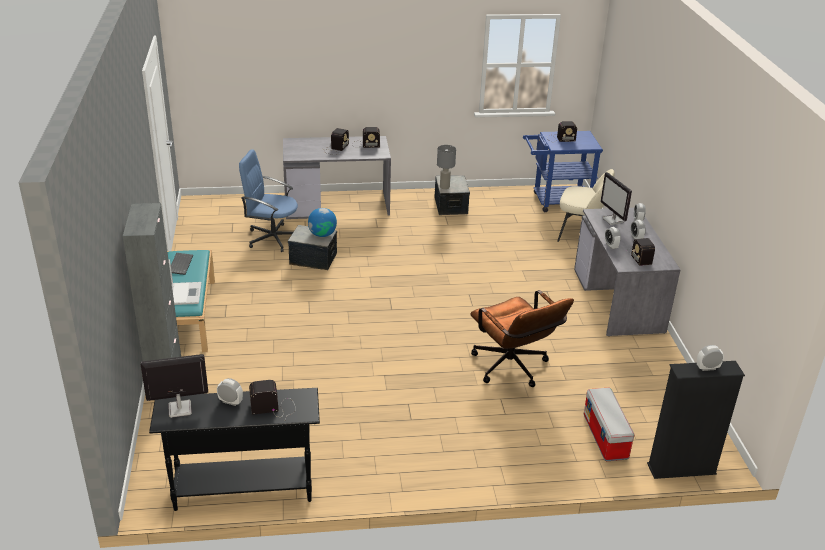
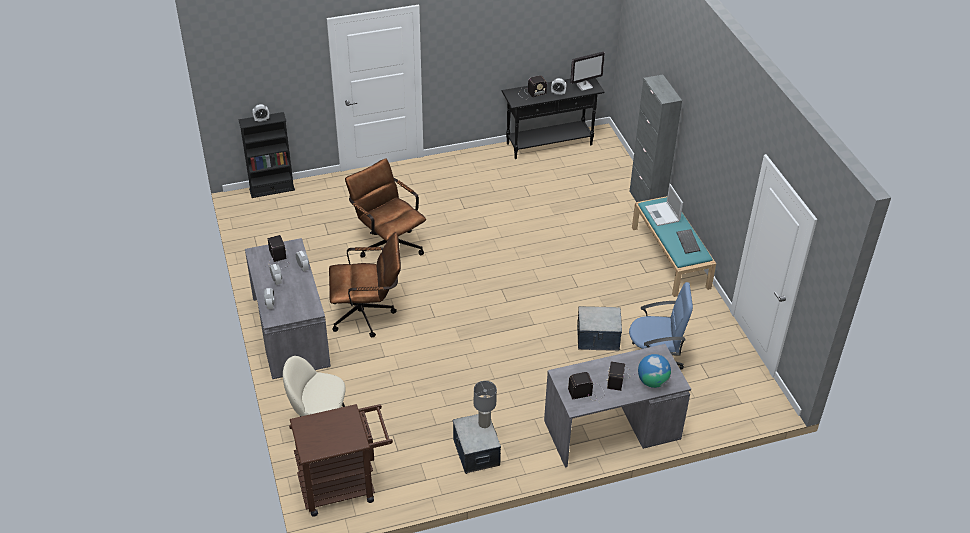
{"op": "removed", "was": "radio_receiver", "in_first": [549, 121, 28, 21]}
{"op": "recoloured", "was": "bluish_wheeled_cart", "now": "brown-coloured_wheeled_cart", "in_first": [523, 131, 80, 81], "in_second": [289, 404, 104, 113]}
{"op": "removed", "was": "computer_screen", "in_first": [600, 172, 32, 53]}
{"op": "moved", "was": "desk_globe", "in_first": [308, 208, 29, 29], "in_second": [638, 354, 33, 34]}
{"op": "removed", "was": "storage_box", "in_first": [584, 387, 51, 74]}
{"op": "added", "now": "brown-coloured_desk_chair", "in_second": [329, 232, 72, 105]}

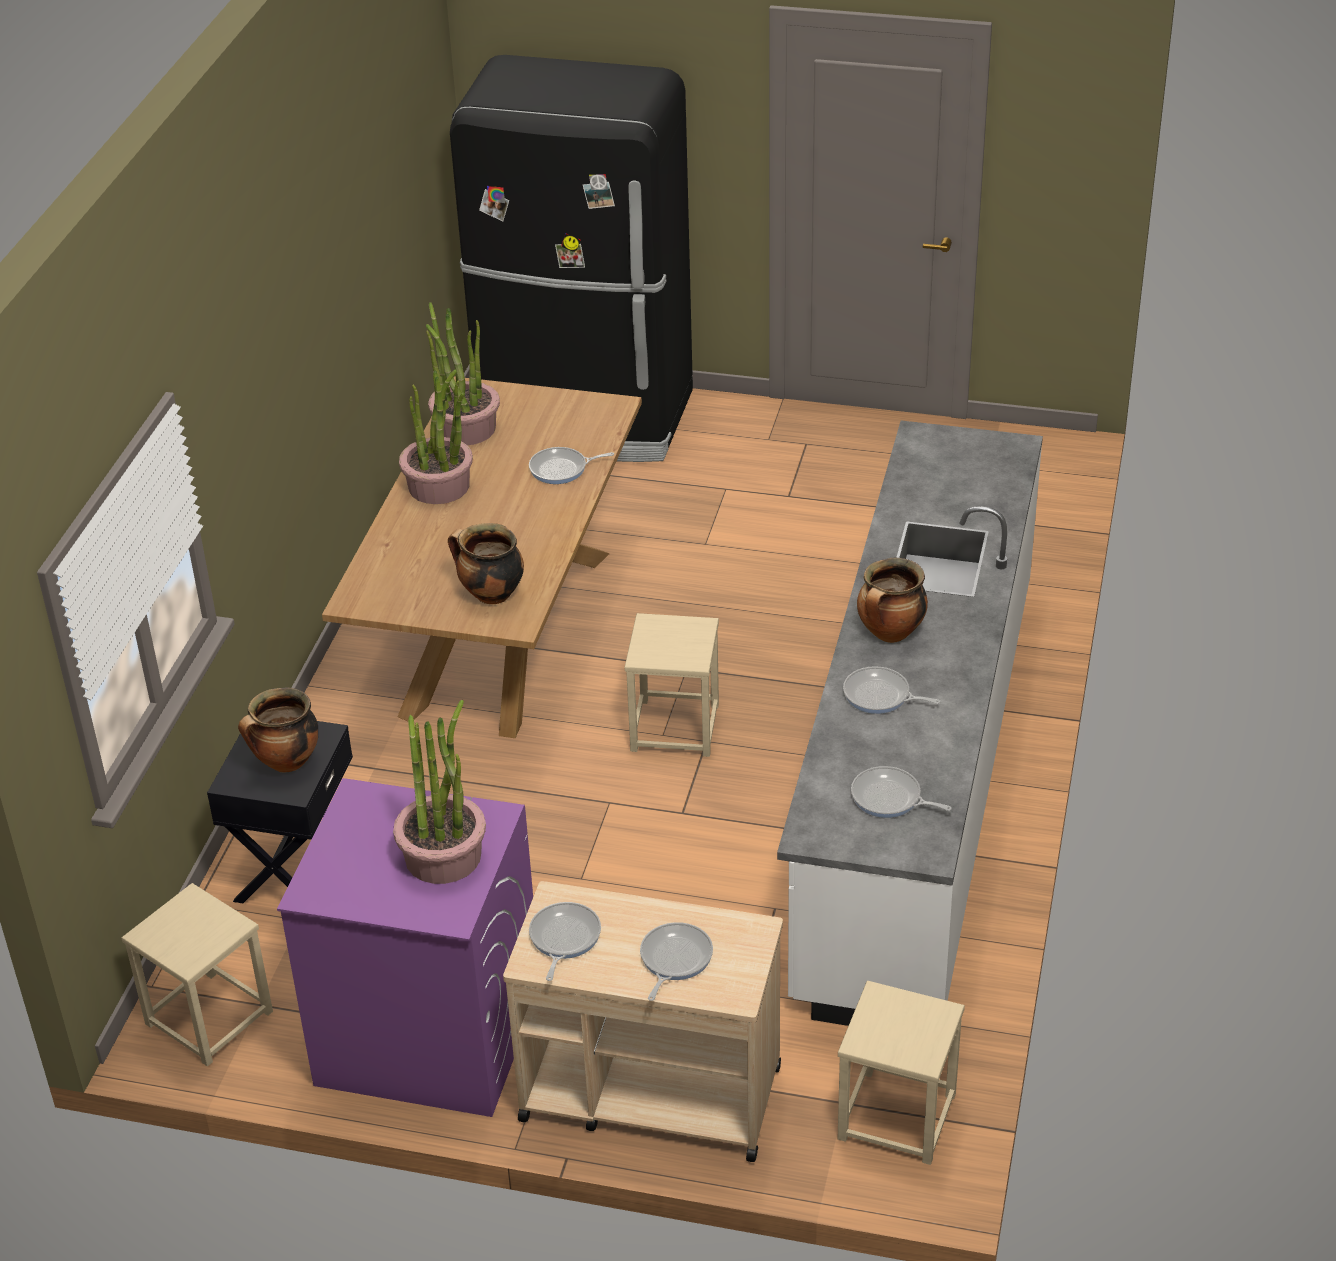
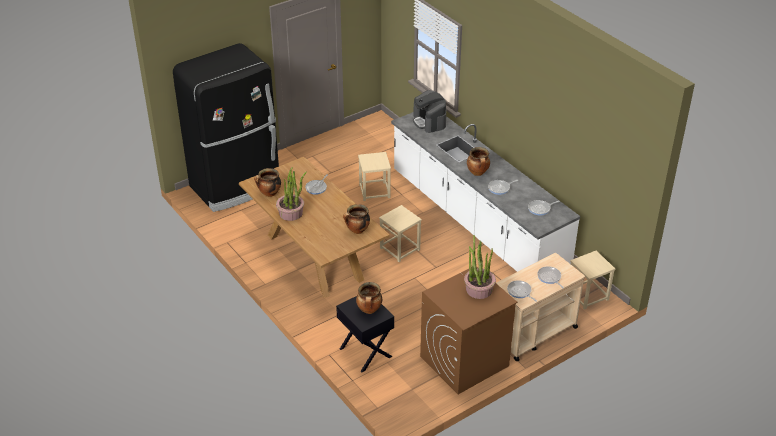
{"op": "replaced", "was": "houseplant", "now": "saucepot", "in_first": [426, 302, 74, 143], "in_second": [254, 168, 27, 29]}
{"op": "recoloured", "was": "purplish_washing_machine", "now": "brown-coloured_washing_machine", "in_first": [277, 778, 256, 339], "in_second": [420, 266, 97, 128]}
{"op": "moved", "was": "beige_sitting_stool", "in_first": [122, 883, 151, 183], "in_second": [358, 152, 33, 49]}
{"op": "added", "now": "coffee_brewer", "in_second": [413, 90, 33, 43]}

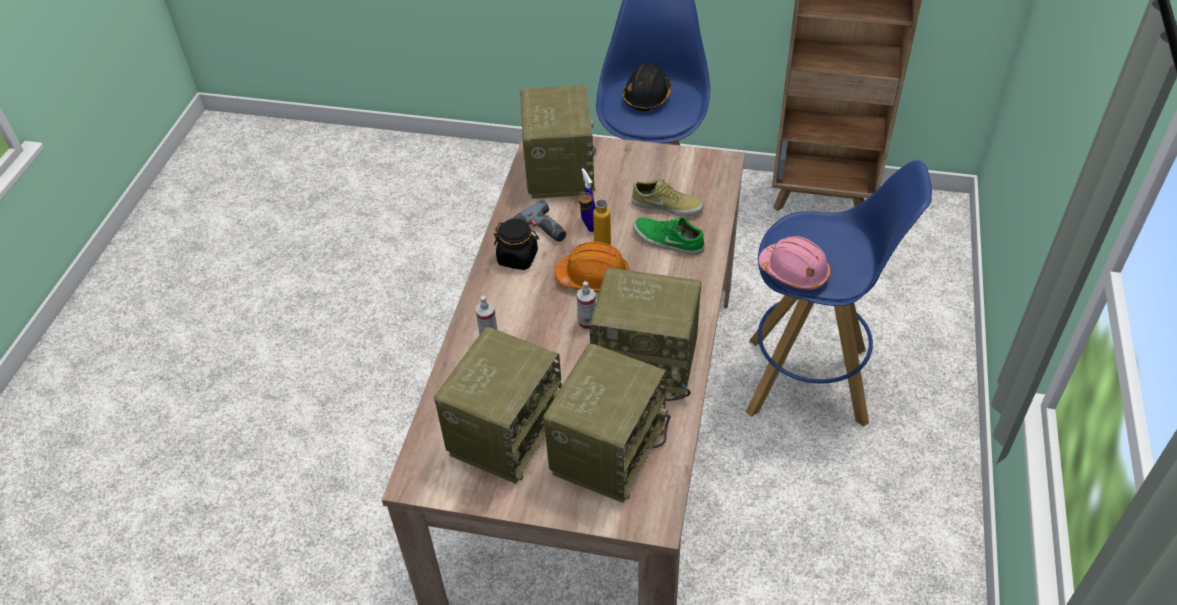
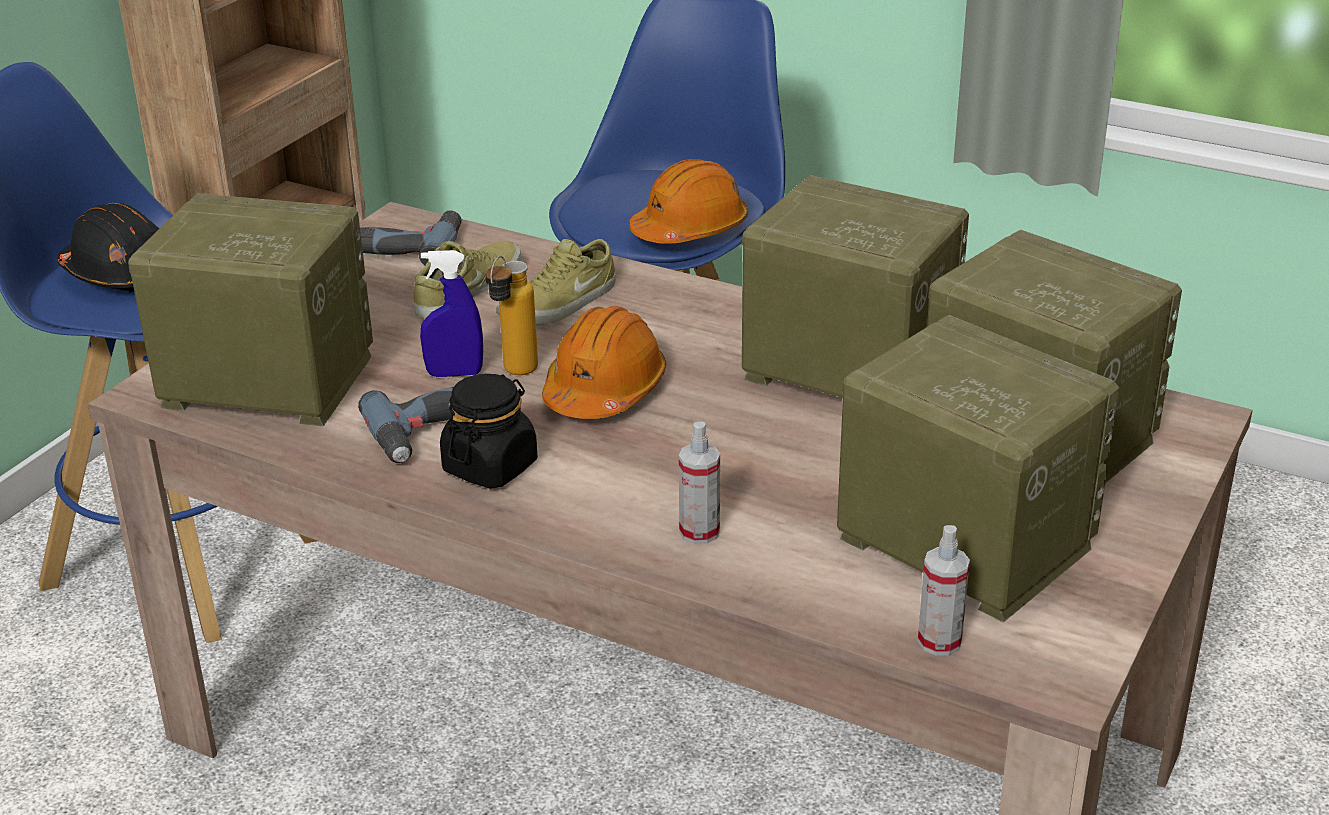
{"op": "recoloured", "was": "green-coloured_shoe", "now": "beige_shoe", "in_first": [633, 217, 72, 38], "in_second": [497, 239, 119, 86]}
{"op": "recoloured", "was": "pink_work_helmet", "now": "orangey_work_helmet", "in_first": [758, 236, 73, 54], "in_second": [629, 159, 119, 85]}
{"op": "turned", "was": "radio_receiver", "in_first": [589, 267, 112, 134], "in_second": [742, 175, 227, 223], "clockwise": -90}
{"op": "moved", "was": "hand_sprayer", "in_first": [577, 281, 19, 49], "in_second": [918, 525, 52, 131]}
{"op": "added", "now": "electric_drill", "in_second": [357, 210, 105, 55]}

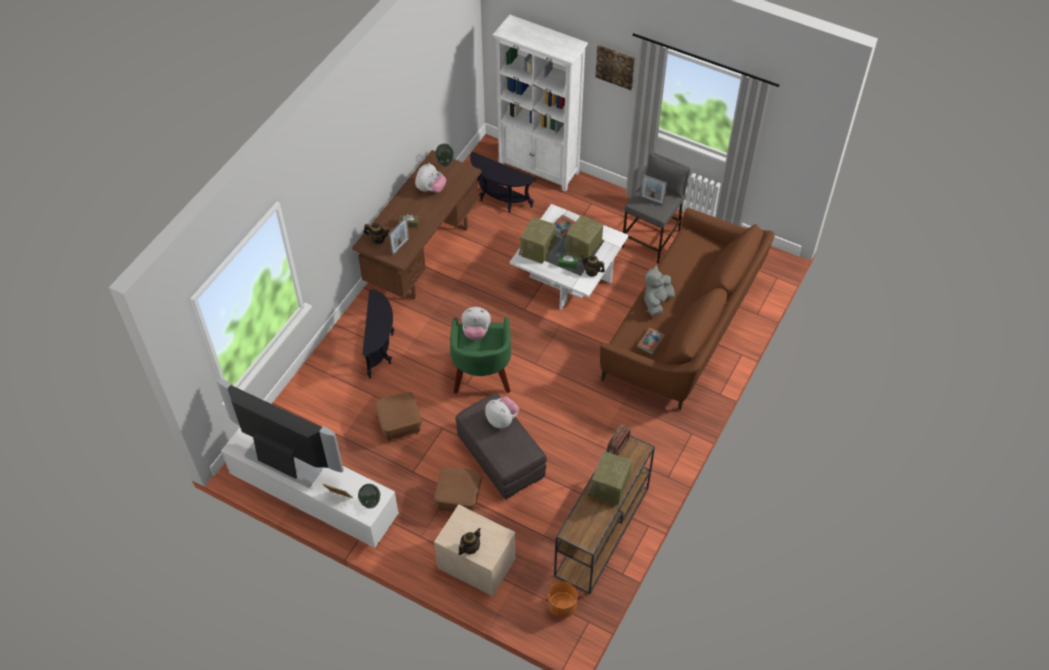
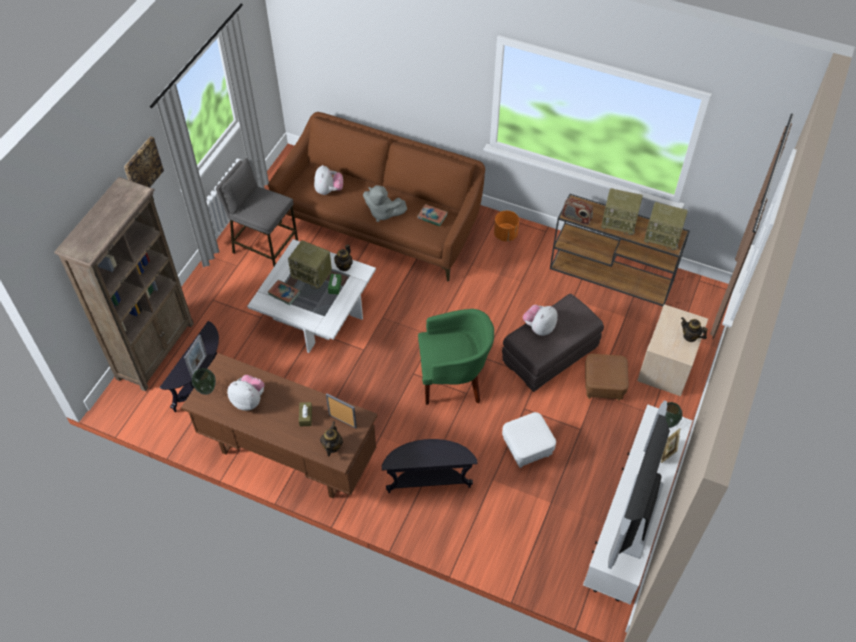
{"op": "recoloured", "was": "whitish_bookcase", "now": "brown-coloured_bookcase", "in_first": [492, 15, 96, 177], "in_second": [54, 177, 140, 214]}
{"op": "moved", "was": "picture_frame", "in_first": [640, 174, 27, 31], "in_second": [184, 335, 23, 43]}
{"op": "moved", "was": "radio_receiver", "in_first": [519, 217, 37, 47], "in_second": [644, 202, 44, 48]}
{"op": "moved", "was": "soft_toy", "in_first": [461, 307, 30, 33], "in_second": [314, 165, 29, 30]}
{"op": "recoloured", "was": "brown-coloured_footrest", "now": "whitish_footrest", "in_first": [375, 392, 47, 50], "in_second": [502, 412, 54, 56]}
{"op": "moved", "was": "orangey_planter", "in_first": [548, 582, 29, 36], "in_second": [494, 211, 25, 30]}

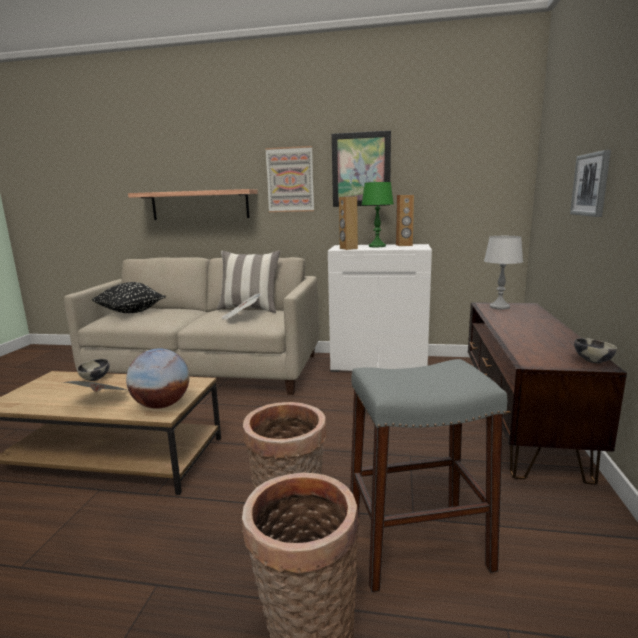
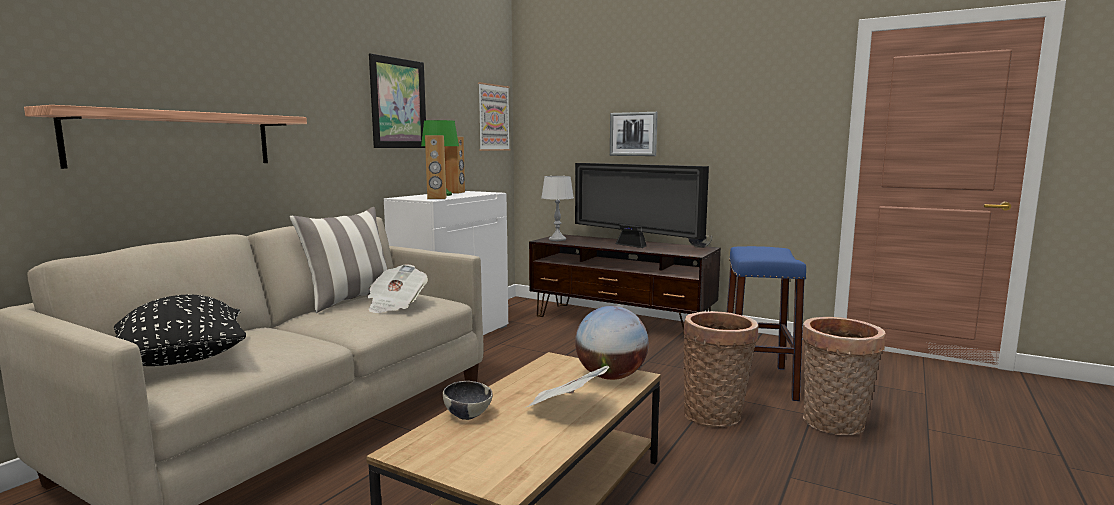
{"op": "moved", "was": "wall_art", "in_first": [265, 146, 49, 66], "in_second": [478, 82, 32, 69]}
{"op": "recoloured", "was": "gray_sitting_stool", "now": "bluish_sitting_stool", "in_first": [350, 359, 157, 233], "in_second": [726, 246, 81, 155]}
{"op": "added", "now": "television", "in_second": [575, 163, 134, 85]}

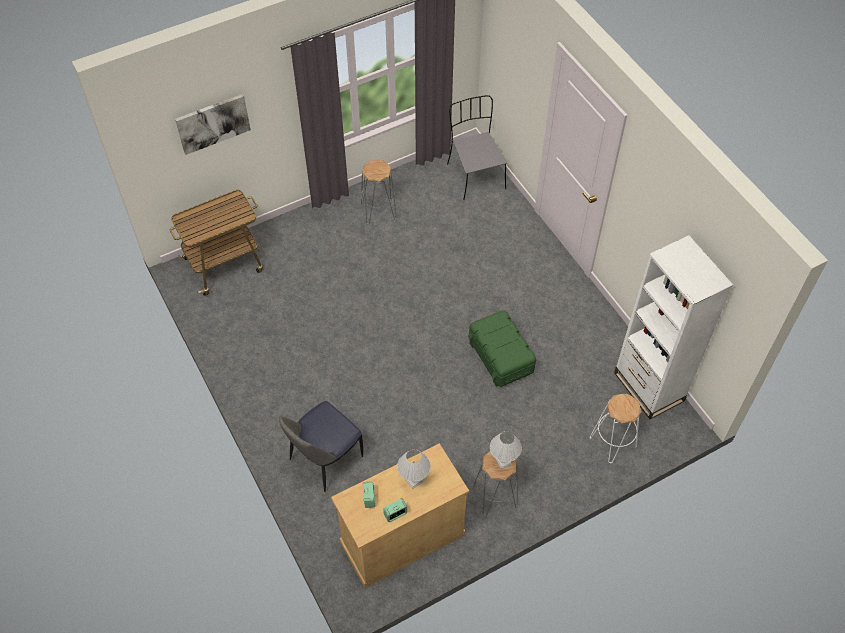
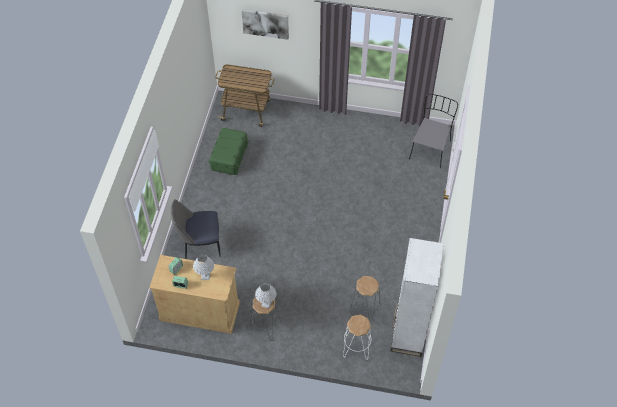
{"op": "moved", "was": "gray_sitting_stool", "in_first": [361, 160, 36, 65], "in_second": [350, 276, 30, 47]}
{"op": "moved", "was": "green-coloured_storage_box", "in_first": [468, 310, 69, 77], "in_second": [209, 128, 40, 47]}

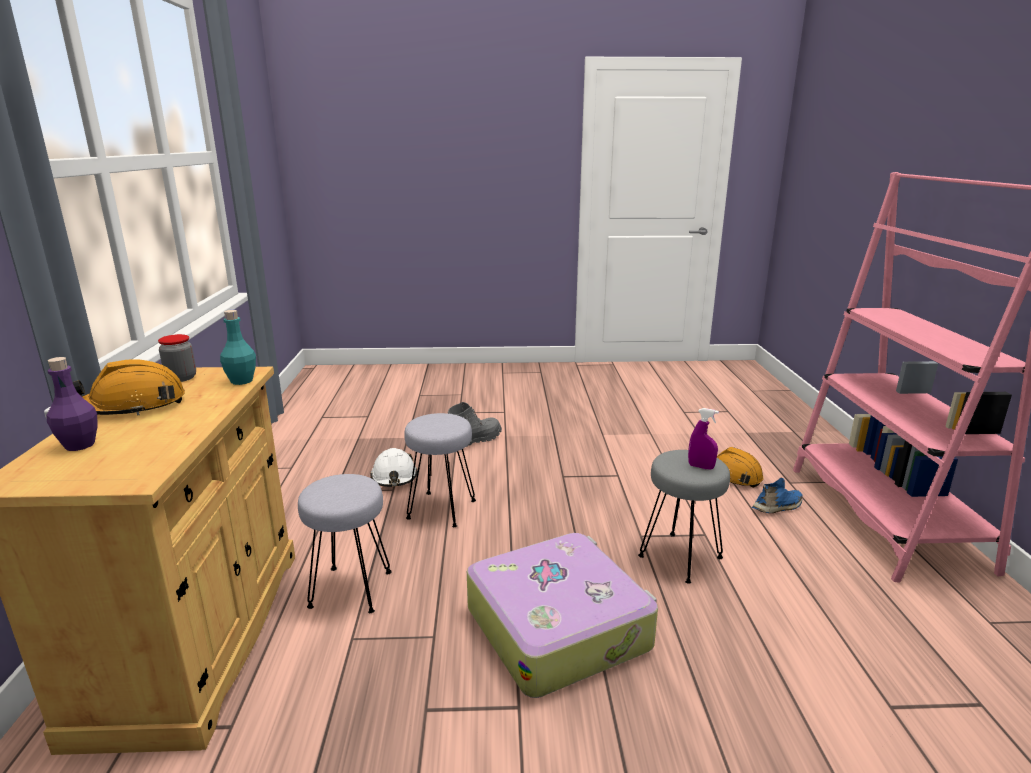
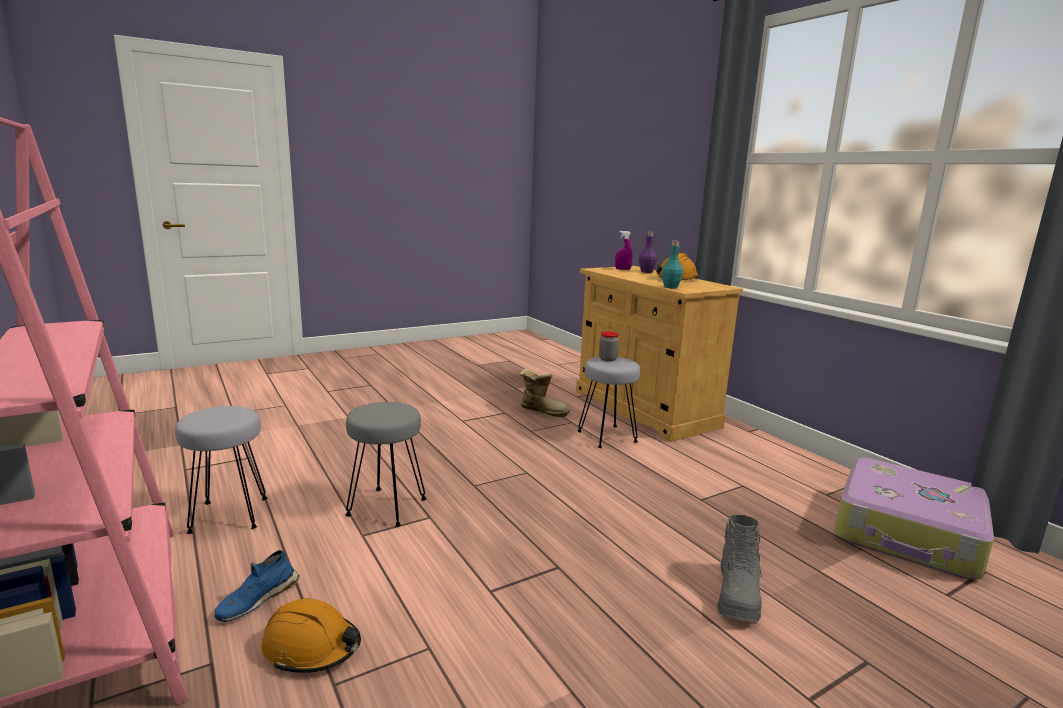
{"op": "moved", "was": "preserve_jar", "in_first": [158, 334, 38, 48], "in_second": [599, 332, 20, 30]}
{"op": "moved", "was": "purplish_hand_sprayer", "in_first": [688, 408, 31, 62], "in_second": [615, 231, 18, 39]}
{"op": "moved", "was": "gray_sitting_stool", "in_first": [404, 413, 72, 114], "in_second": [175, 406, 92, 128]}
{"op": "removed", "was": "whitish_work_helmet", "in_first": [370, 448, 47, 39]}
{"op": "moved", "was": "travel_case", "in_first": [467, 533, 191, 165], "in_second": [835, 458, 159, 121]}
{"op": "added", "now": "high-top_boot", "in_second": [519, 369, 51, 48]}

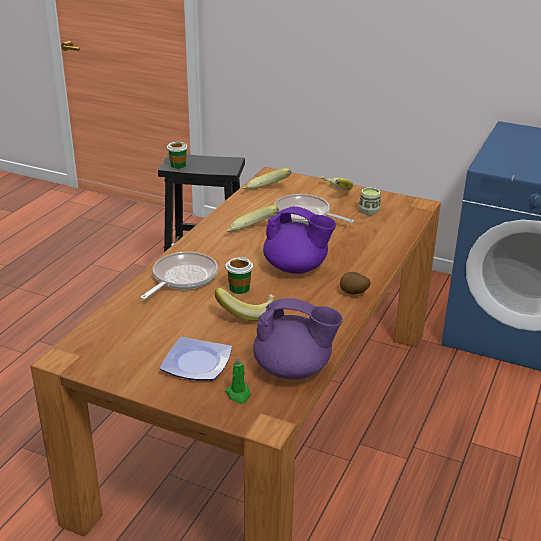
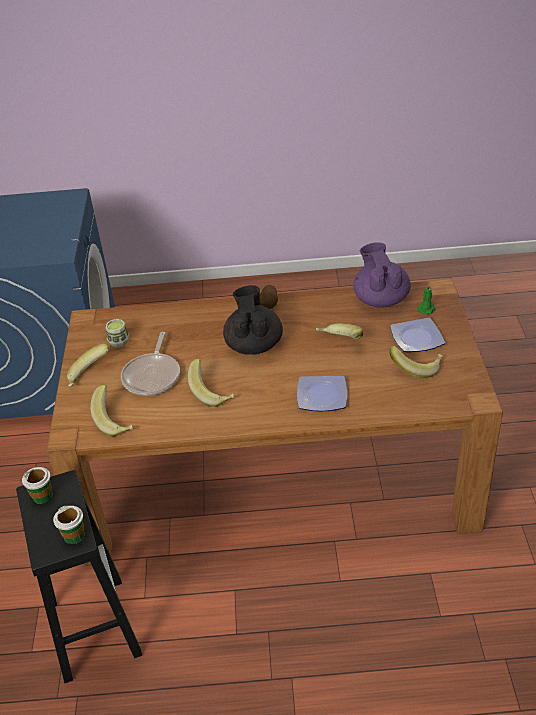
{"op": "recoloured", "was": "purplish_tea_pot", "now": "black-coloured_tea_pot", "in_first": [263, 206, 73, 68], "in_second": [223, 285, 60, 70]}
{"op": "replaced", "was": "skillet", "now": "plate", "in_first": [141, 252, 77, 47], "in_second": [297, 376, 50, 35]}
{"op": "moved", "was": "cup", "in_first": [226, 257, 27, 37], "in_second": [22, 467, 30, 37]}
{"op": "added", "now": "banana", "in_second": [389, 346, 54, 32]}

